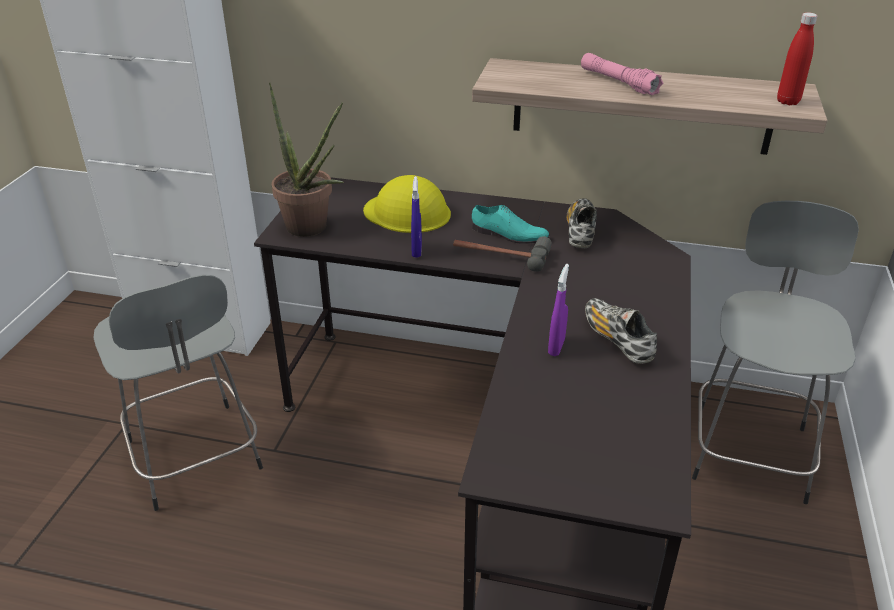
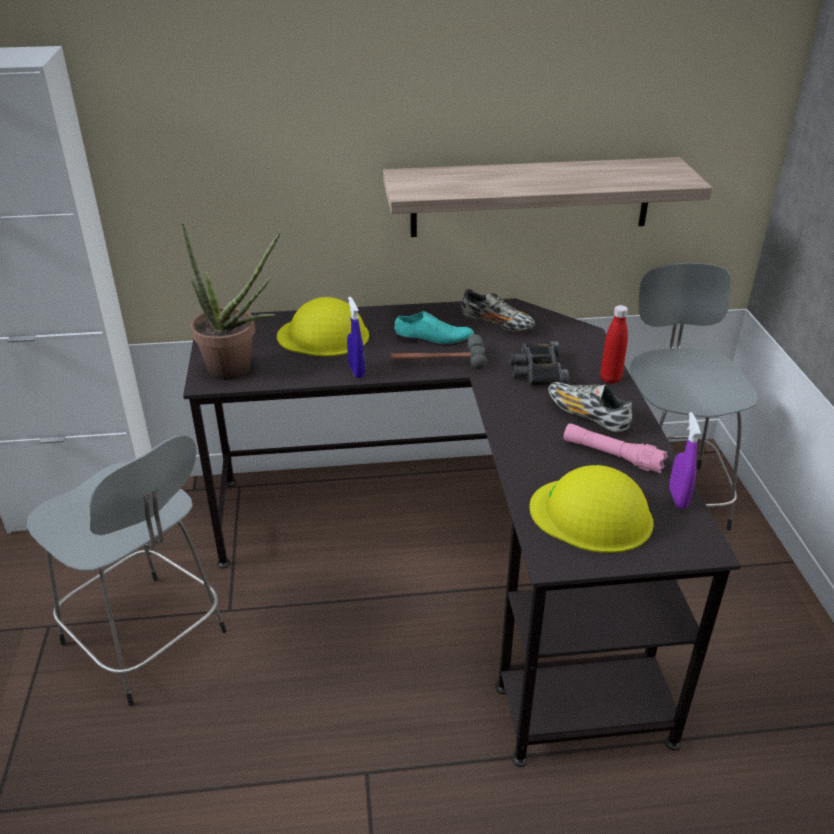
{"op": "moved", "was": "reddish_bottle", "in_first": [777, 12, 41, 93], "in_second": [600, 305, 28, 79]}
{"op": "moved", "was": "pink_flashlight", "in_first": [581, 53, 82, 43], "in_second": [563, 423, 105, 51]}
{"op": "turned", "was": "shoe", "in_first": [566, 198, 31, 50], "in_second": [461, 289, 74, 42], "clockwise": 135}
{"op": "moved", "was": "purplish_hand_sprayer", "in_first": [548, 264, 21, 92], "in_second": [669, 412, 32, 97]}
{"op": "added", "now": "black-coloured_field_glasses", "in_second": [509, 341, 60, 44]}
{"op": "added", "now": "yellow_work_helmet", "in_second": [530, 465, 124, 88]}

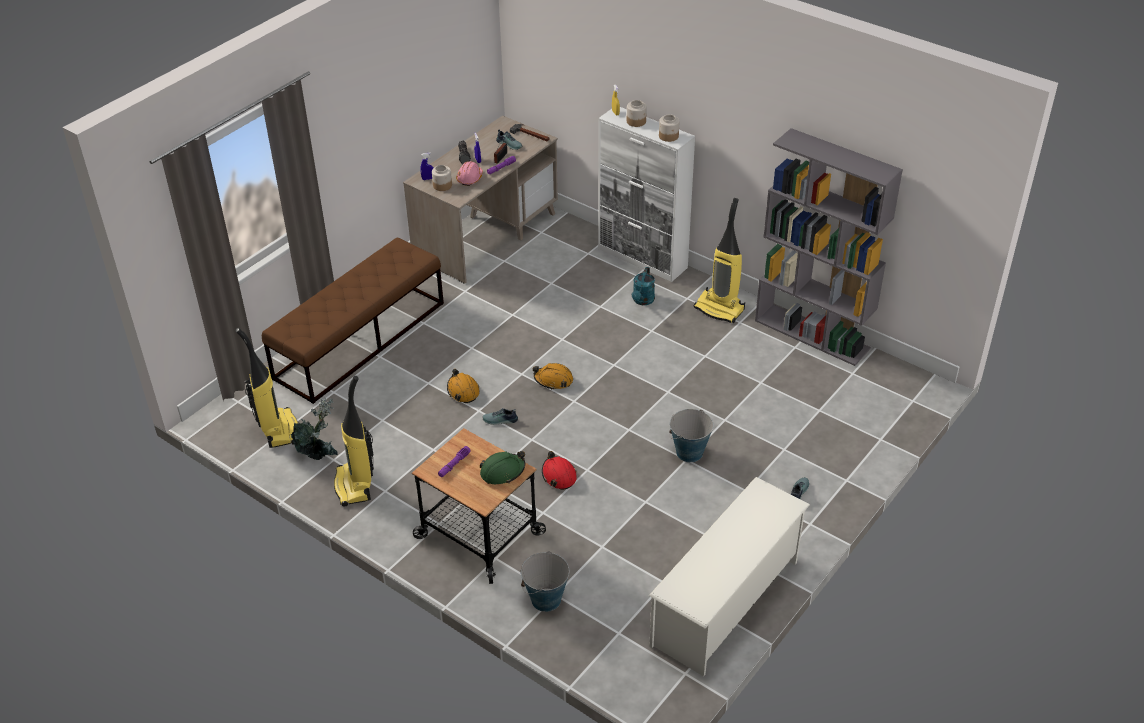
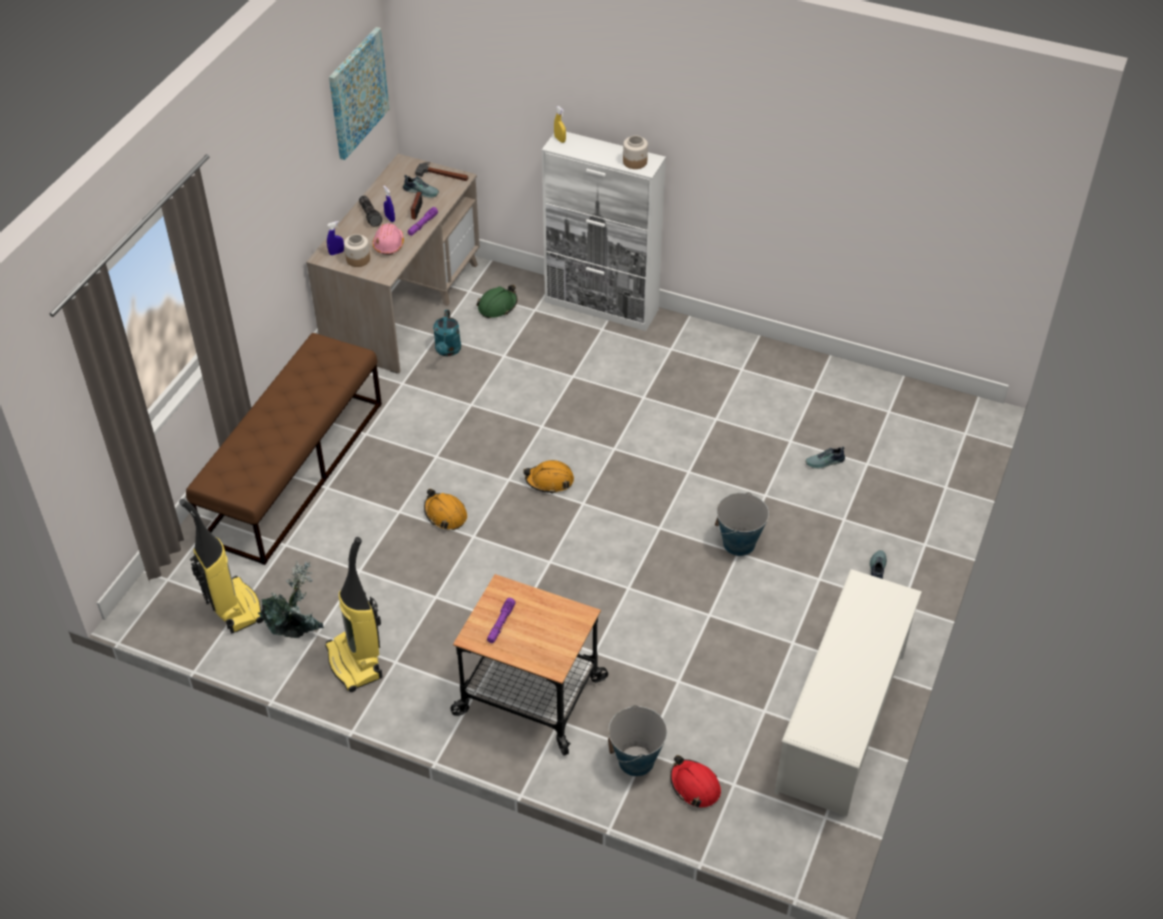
{"op": "removed", "was": "preserve_jar", "in_first": [627, 100, 20, 27]}
{"op": "removed", "was": "gray_bookcase", "in_first": [755, 128, 148, 238]}
{"op": "removed", "was": "vacuum", "in_first": [694, 198, 51, 125]}
{"op": "moved", "was": "blue-green_watering_can", "in_first": [632, 267, 23, 38], "in_second": [433, 310, 28, 46]}
{"op": "moved", "was": "shoe", "in_first": [482, 408, 36, 17], "in_second": [805, 446, 40, 23]}
{"op": "moved", "was": "green-coloured_work_helmet", "in_first": [480, 451, 45, 33], "in_second": [476, 285, 42, 33]}
{"op": "moved", "was": "reddish_work_helmet", "in_first": [542, 451, 35, 39], "in_second": [670, 755, 51, 52]}
{"op": "added", "now": "wall_art", "in_second": [329, 27, 61, 133]}

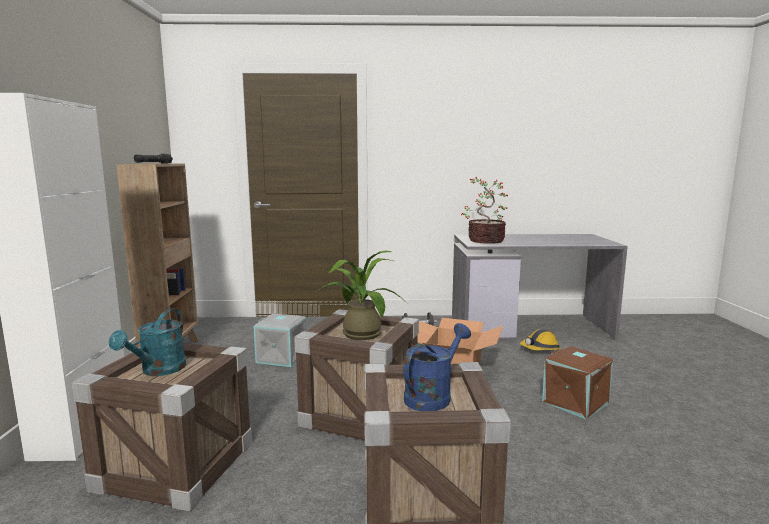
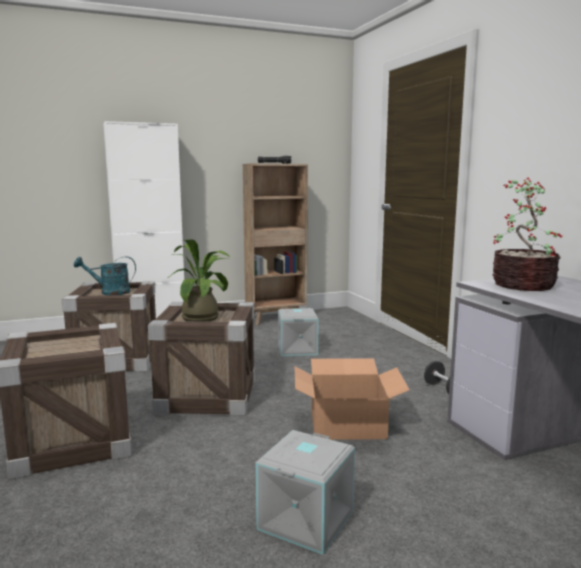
{"op": "removed", "was": "bluish_watering_can", "in_first": [403, 323, 68, 88]}
{"op": "removed", "was": "work_helmet", "in_first": [520, 329, 41, 21]}
{"op": "recoloured", "was": "brown-coloured_storage_box", "now": "gray_storage_box", "in_first": [542, 346, 71, 73], "in_second": [255, 430, 100, 125]}

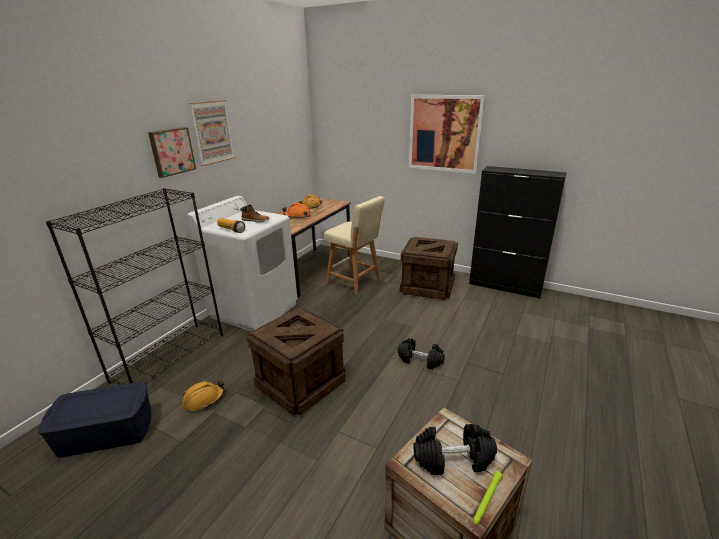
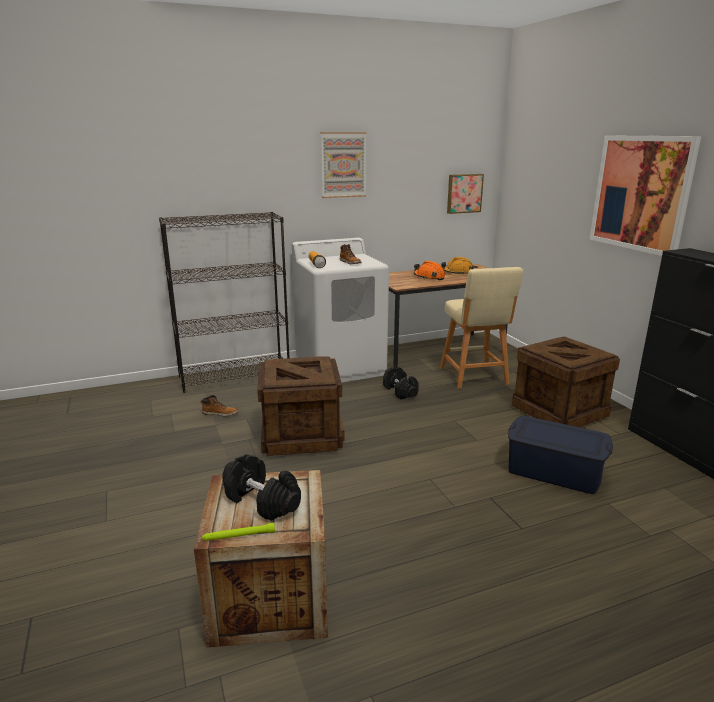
{"op": "moved", "was": "wall_art", "in_first": [148, 127, 48, 51], "in_second": [447, 174, 37, 40]}
{"op": "moved", "was": "black-coloured_hand_weight", "in_first": [398, 338, 47, 31], "in_second": [383, 366, 35, 33]}
{"op": "replaced", "was": "orangey_work_helmet", "now": "high-top_boot", "in_first": [183, 381, 41, 30], "in_second": [200, 395, 38, 22]}
{"op": "moved", "was": "bluish_storage_box", "in_first": [38, 382, 113, 76], "in_second": [508, 416, 105, 78]}

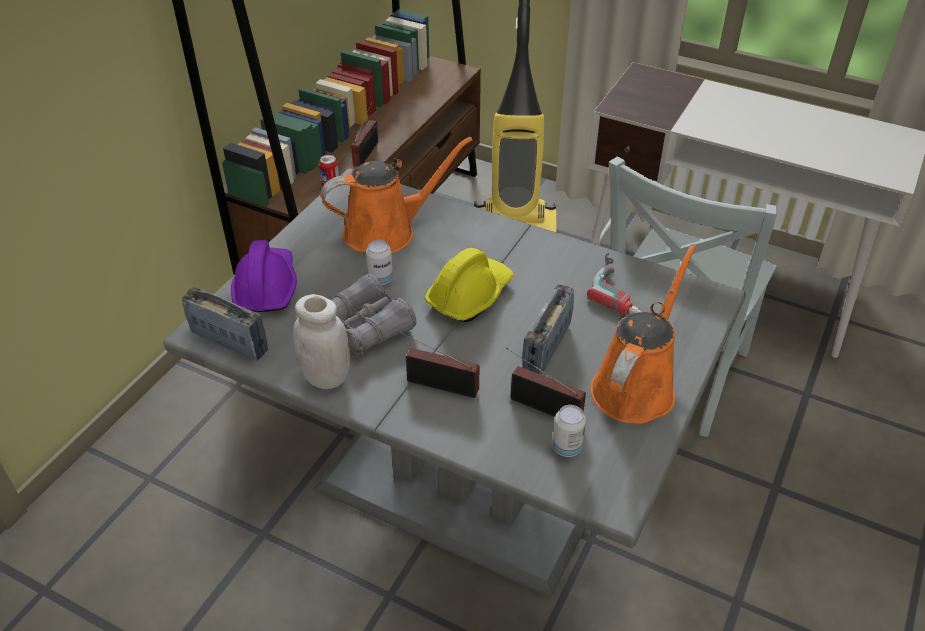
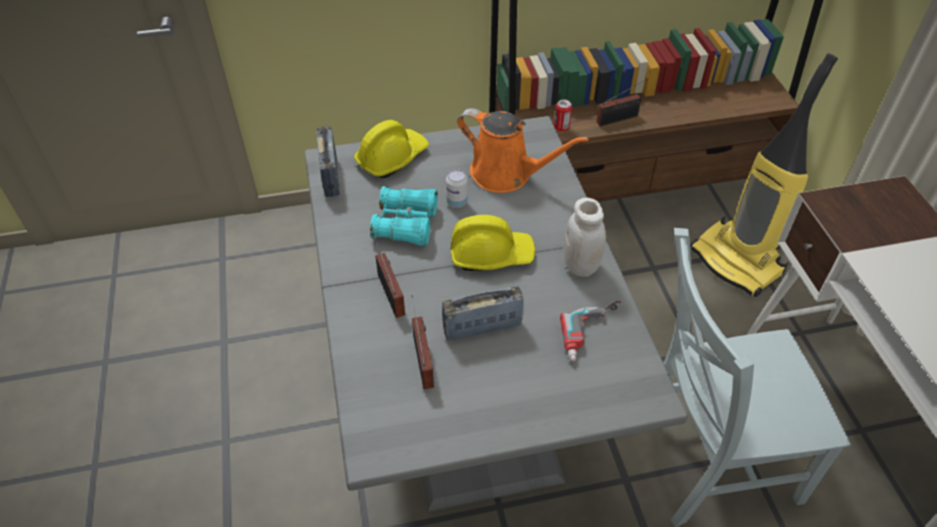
{"op": "recoloured", "was": "purplish_work_helmet", "now": "yellow_work_helmet", "in_first": [231, 240, 66, 72], "in_second": [354, 120, 75, 58]}
{"op": "removed", "was": "orangey_watering_can", "in_first": [590, 244, 106, 180]}
{"op": "recoloured", "was": "gray_field_glasses", "now": "blue-green_field_glasses", "in_first": [332, 273, 84, 84], "in_second": [370, 186, 68, 60]}
{"op": "moved", "was": "whitish_preserve_jar", "in_first": [293, 294, 57, 95], "in_second": [563, 198, 43, 79]}
{"op": "removed", "was": "sealed_can", "in_first": [552, 405, 34, 52]}

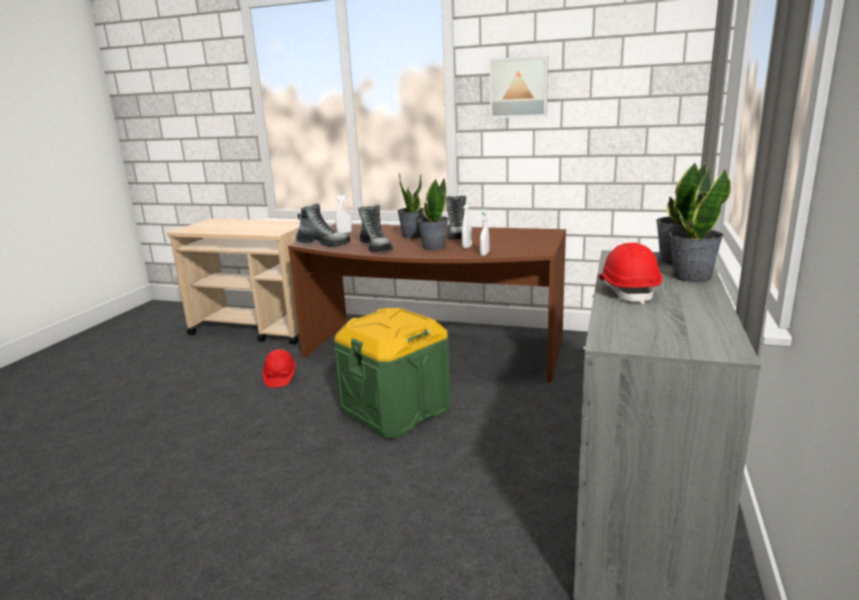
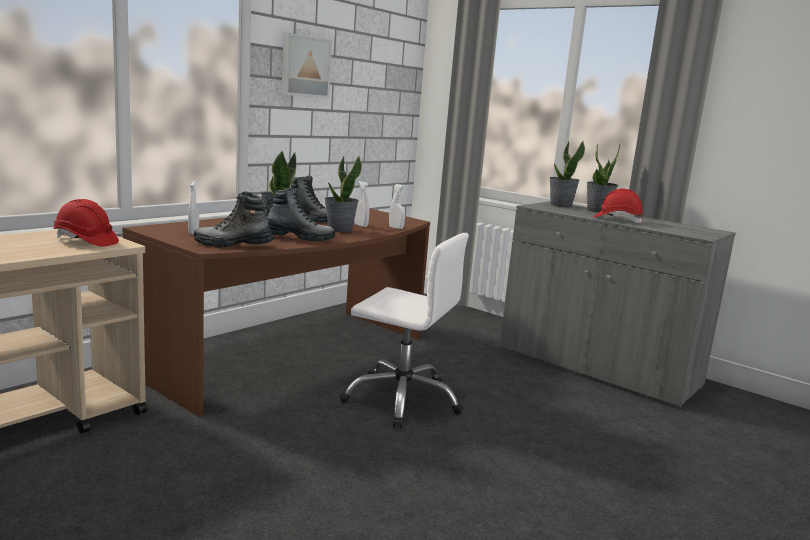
{"op": "turned", "was": "high-top_boot", "in_first": [296, 204, 54, 43], "in_second": [194, 191, 80, 57], "clockwise": -135}
{"op": "replaced", "was": "green-coloured_storage_box", "now": "whitish_desk_chair", "in_first": [334, 308, 117, 130], "in_second": [339, 233, 130, 195]}
{"op": "moved", "was": "reddish_work_helmet", "in_first": [262, 349, 34, 39], "in_second": [53, 199, 66, 48]}

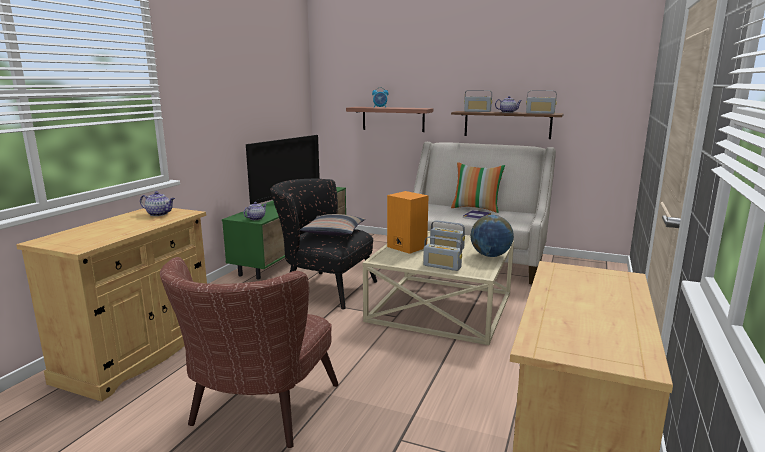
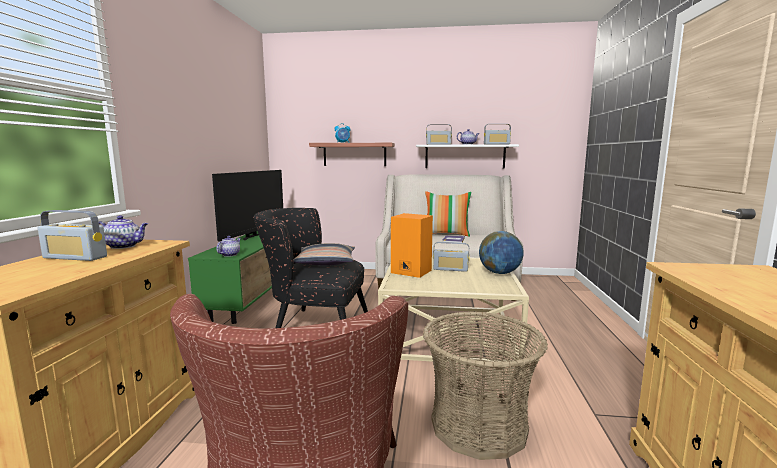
{"op": "recoloured", "was": "brown-coloured_bracket_shelf", "now": "whitish_bracket_shelf", "in_first": [451, 111, 113, 28], "in_second": [416, 144, 103, 25]}
{"op": "moved", "was": "radio_receiver", "in_first": [423, 236, 39, 35], "in_second": [38, 210, 69, 51]}
{"op": "added", "now": "storage_basket", "in_second": [423, 311, 125, 149]}

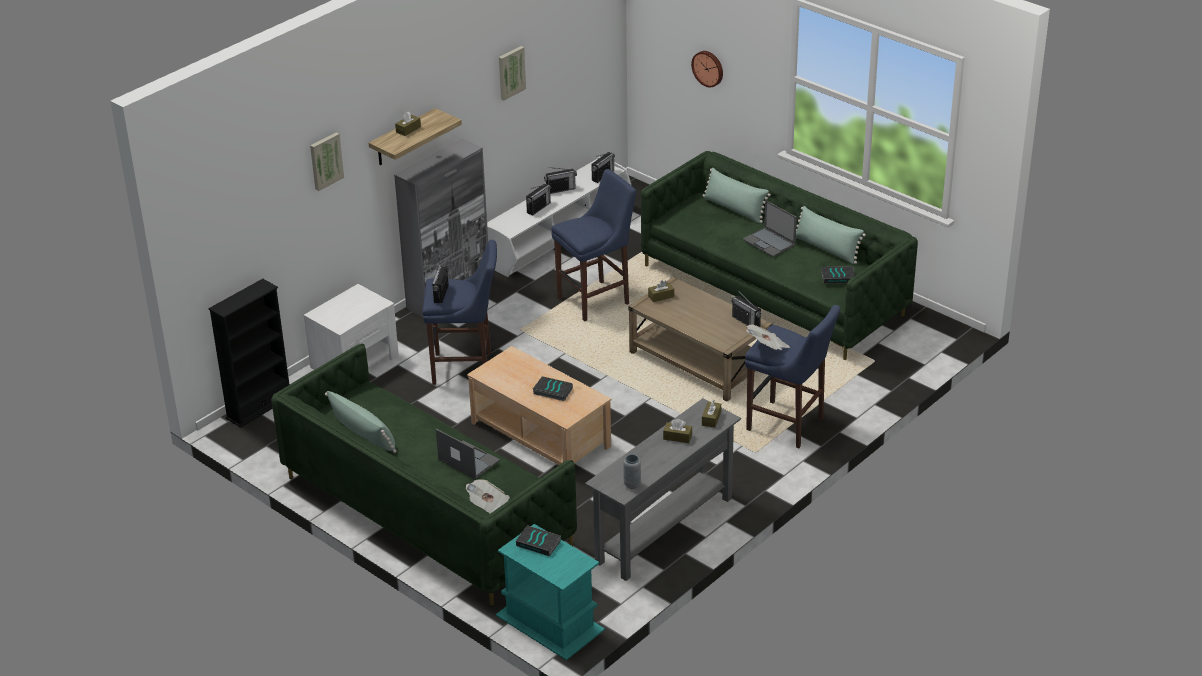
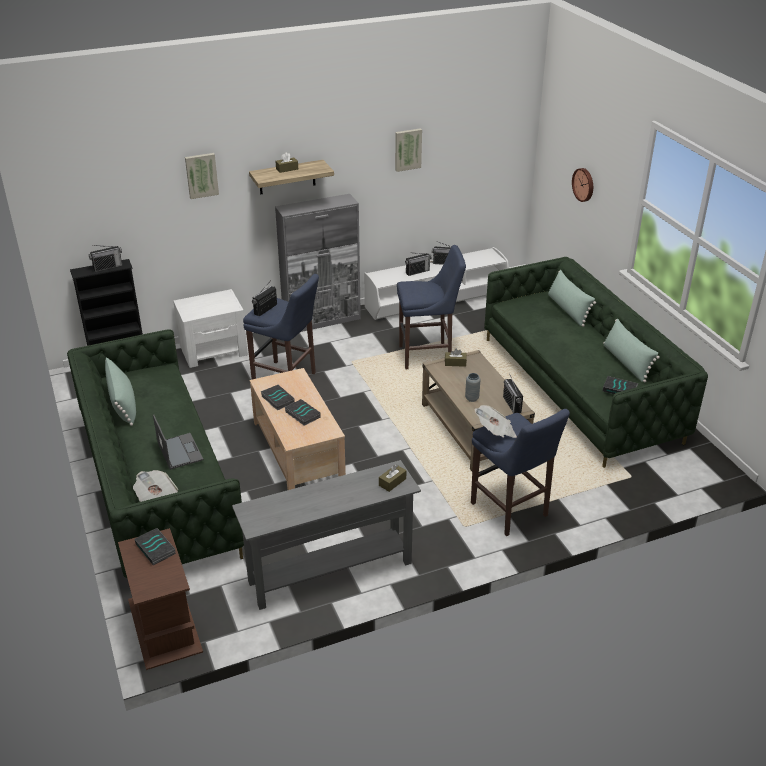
{"op": "moved", "was": "radio_receiver", "in_first": [591, 152, 24, 31], "in_second": [89, 245, 34, 27]}
{"op": "removed", "was": "laptop", "in_first": [742, 200, 55, 57]}
{"op": "removed", "was": "brown-coloured_tissue_box", "in_first": [663, 419, 29, 24]}
{"op": "moved", "was": "gray_decorative_vase", "in_first": [623, 454, 18, 35], "in_second": [465, 373, 15, 29]}
{"op": "recoloured", "was": "blue-green_accent_table", "now": "brown-coloured_accent_table", "in_first": [496, 524, 109, 136], "in_second": [118, 528, 85, 142]}
{"op": "added", "now": "bound_book", "in_second": [261, 385, 34, 25]}

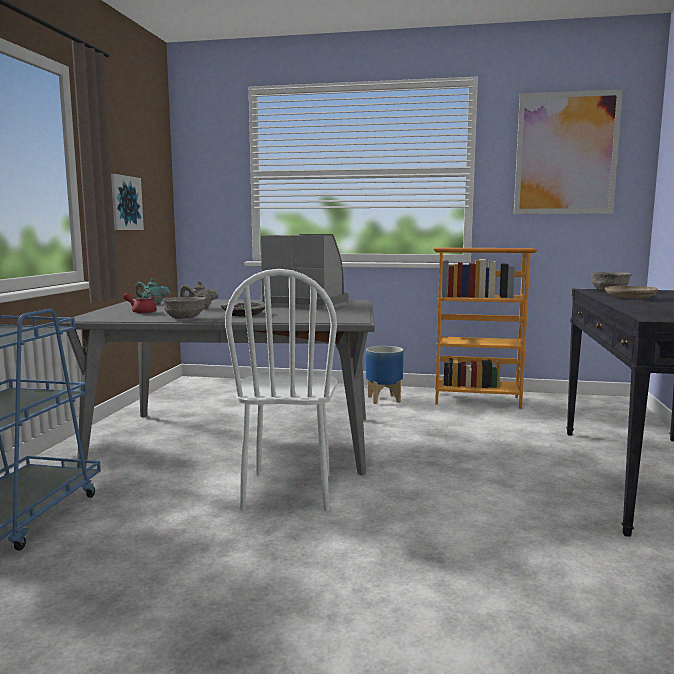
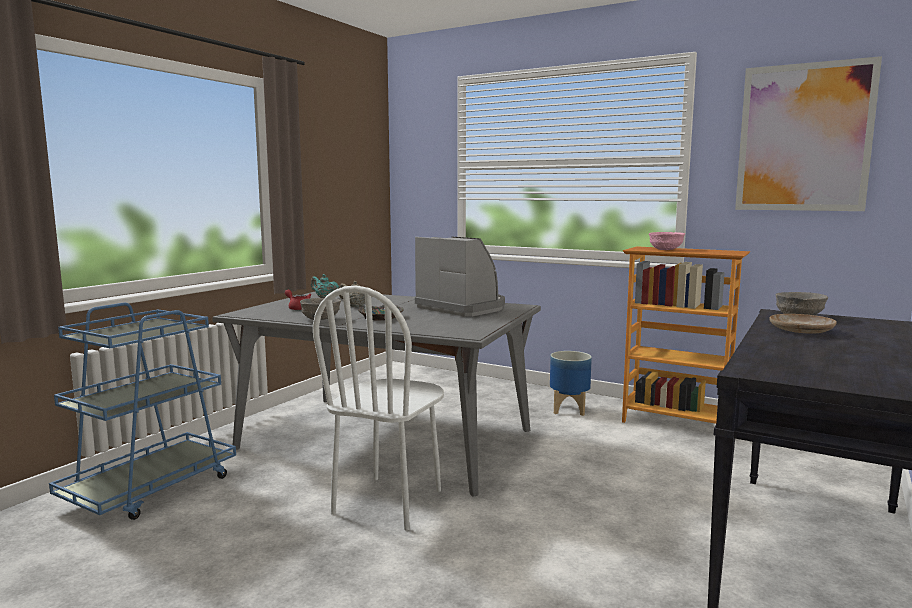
{"op": "removed", "was": "wall_art", "in_first": [111, 174, 33, 56]}
{"op": "added", "now": "pink_deep_dish", "in_second": [649, 232, 36, 18]}

